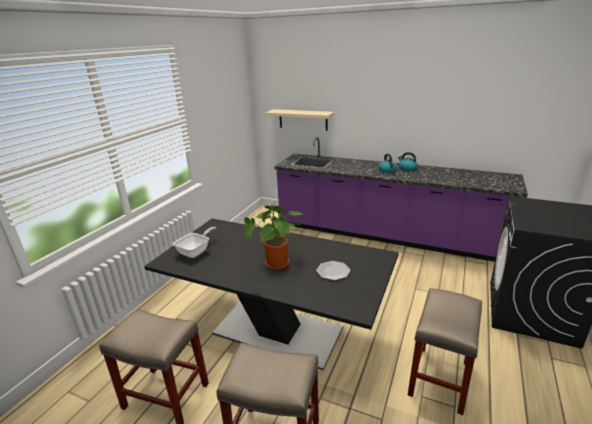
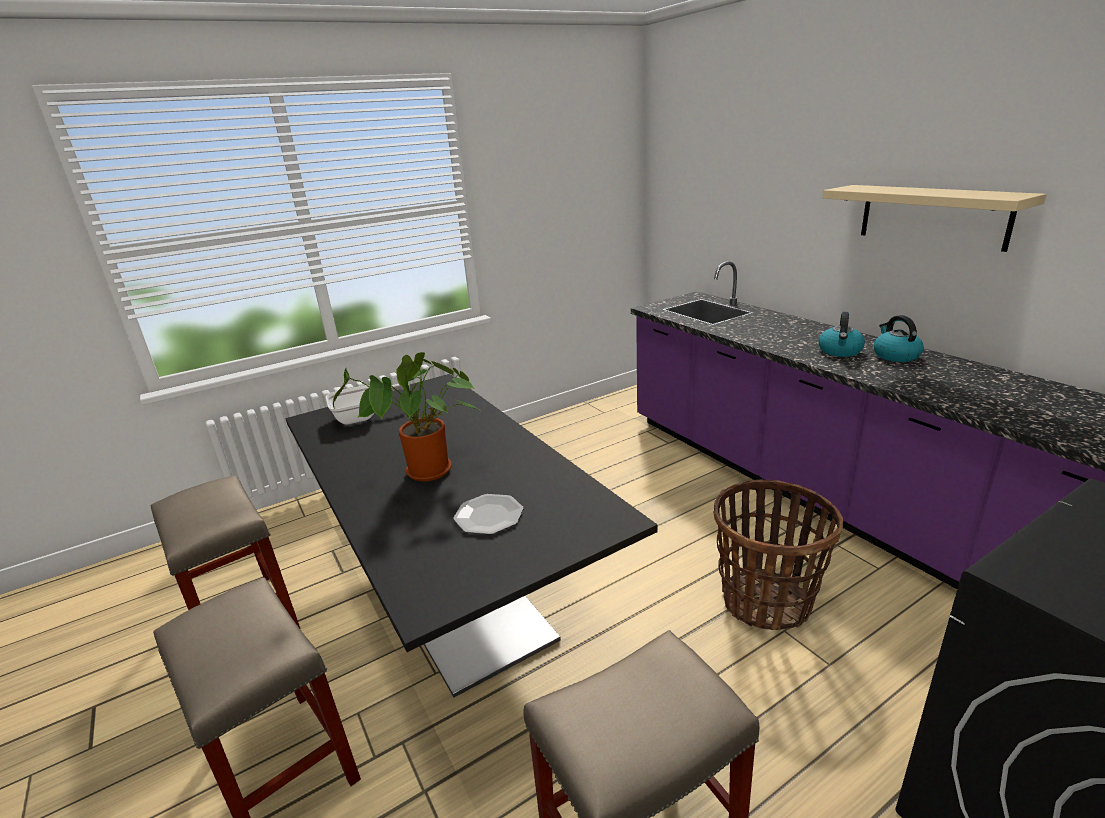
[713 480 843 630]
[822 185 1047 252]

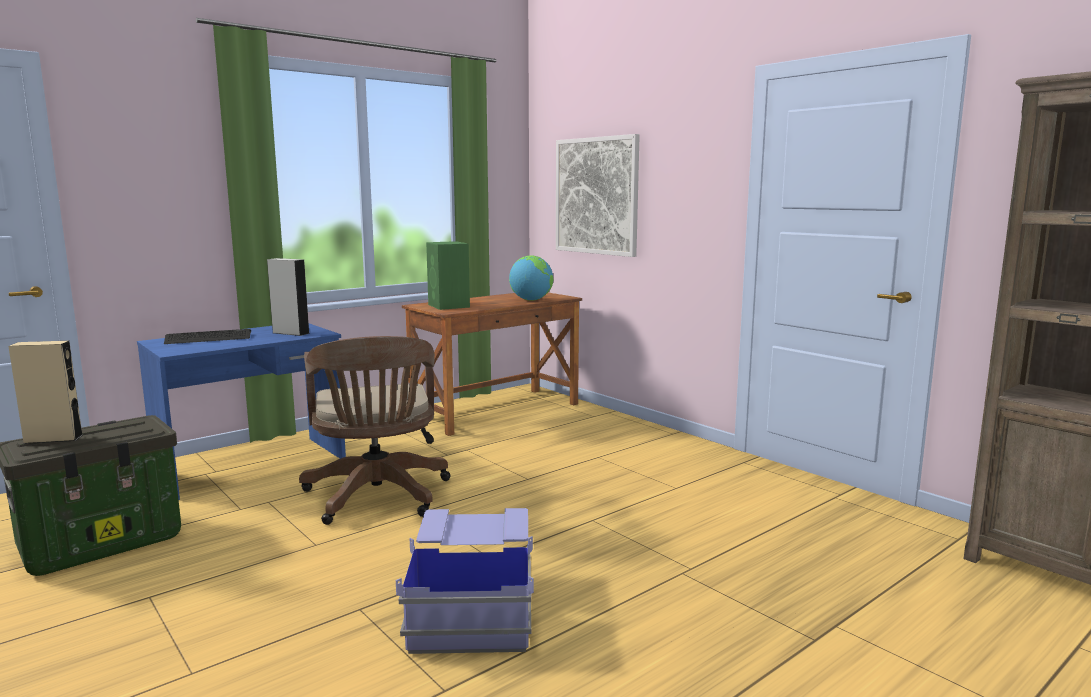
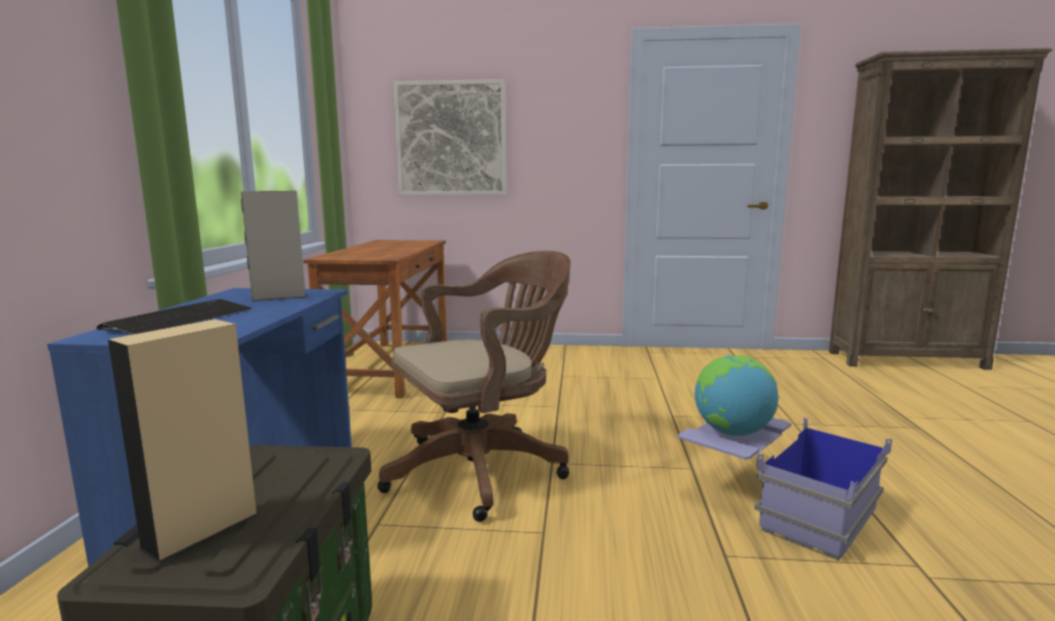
[377 251 571 522]
[695 355 778 436]
[426 241 470 310] (first image)

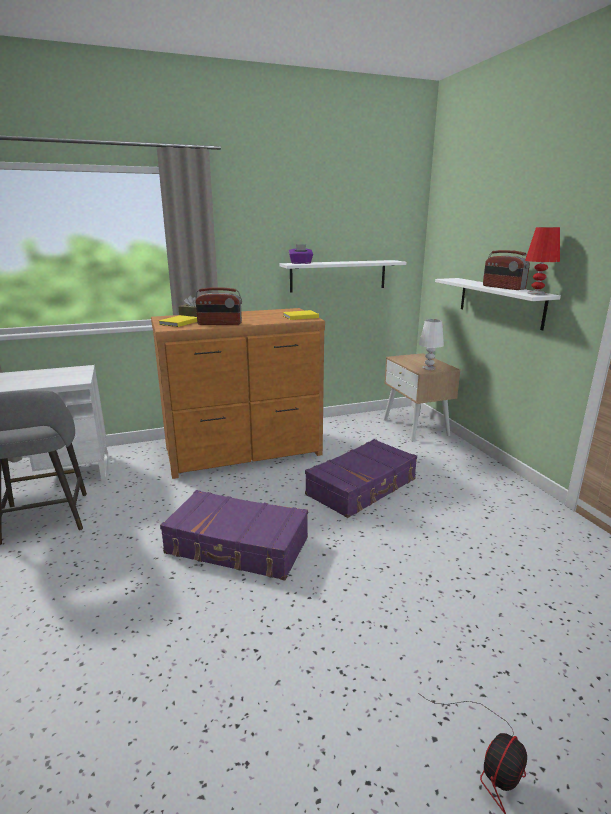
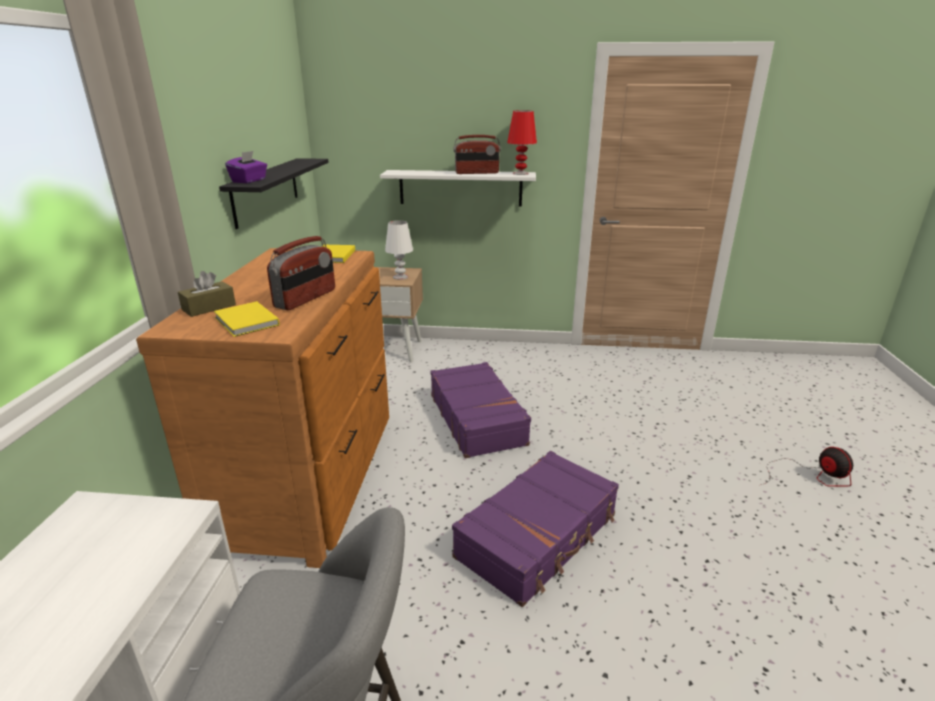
[219 158 329 229]

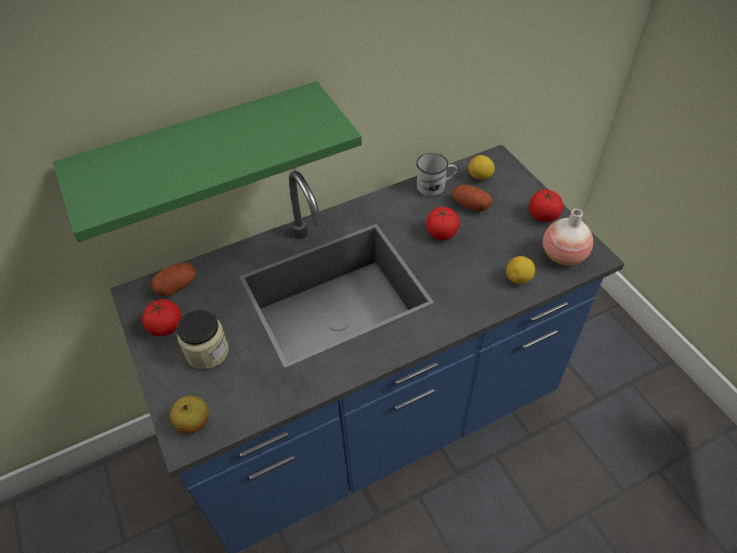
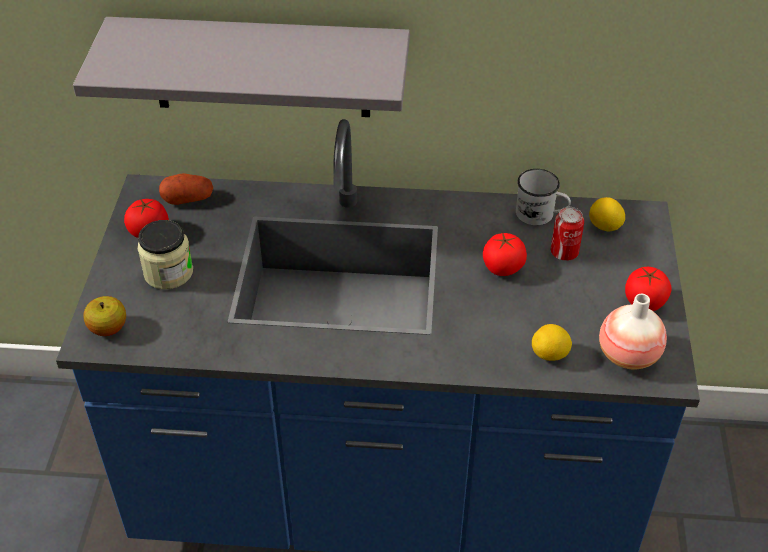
[73 17 410 117]
[550 207 584 261]

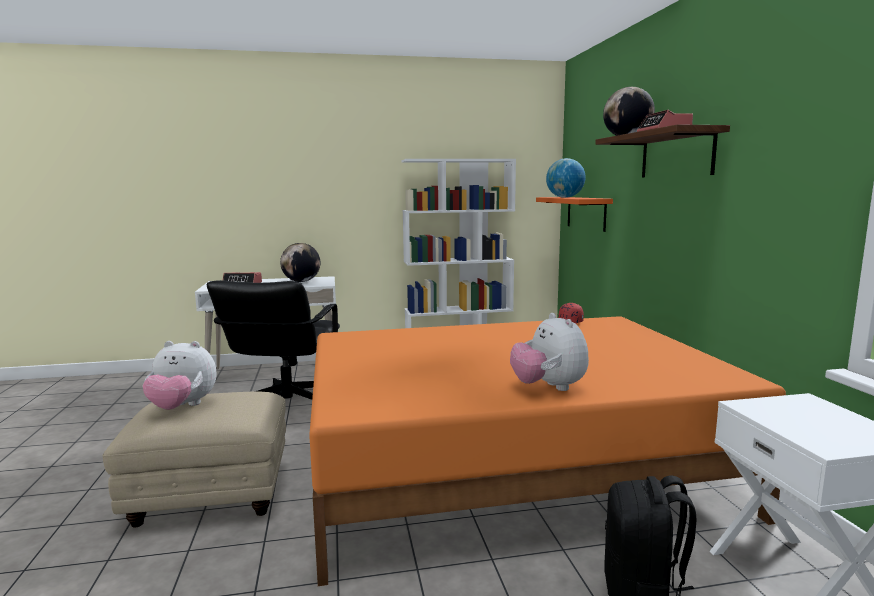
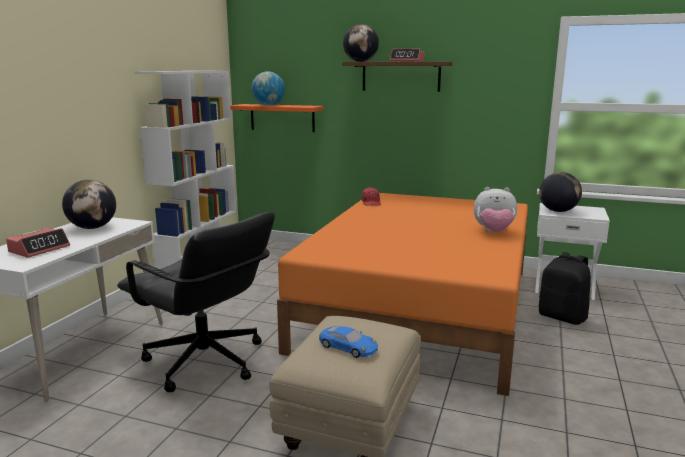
[319 326 378 358]
[539 172 582 212]

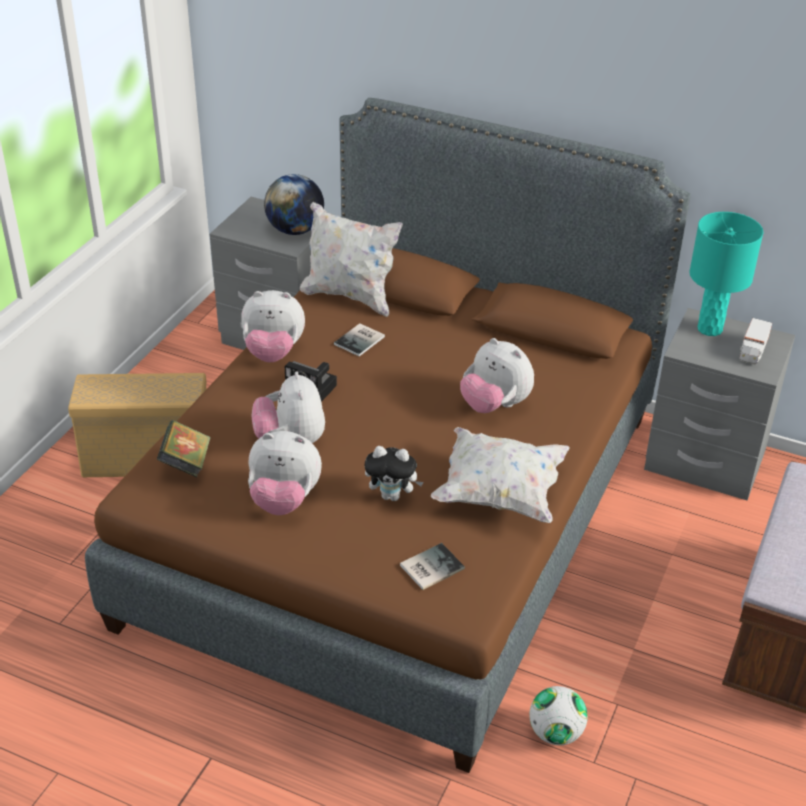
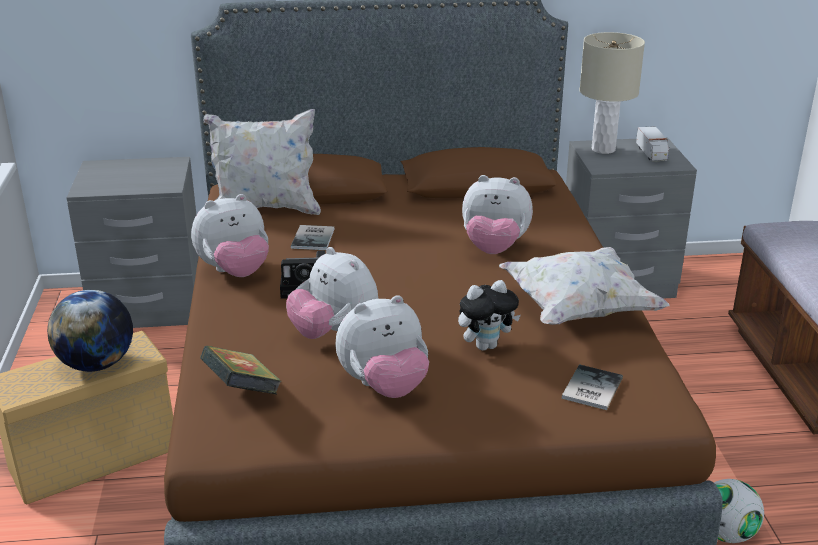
[47 290 133 372]
[580 32 645 154]

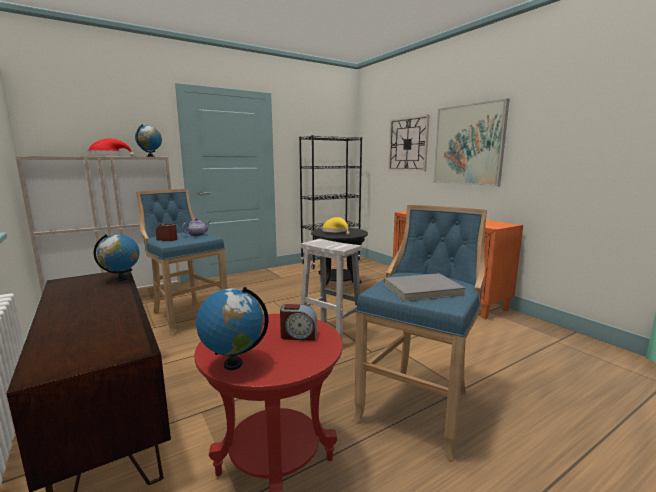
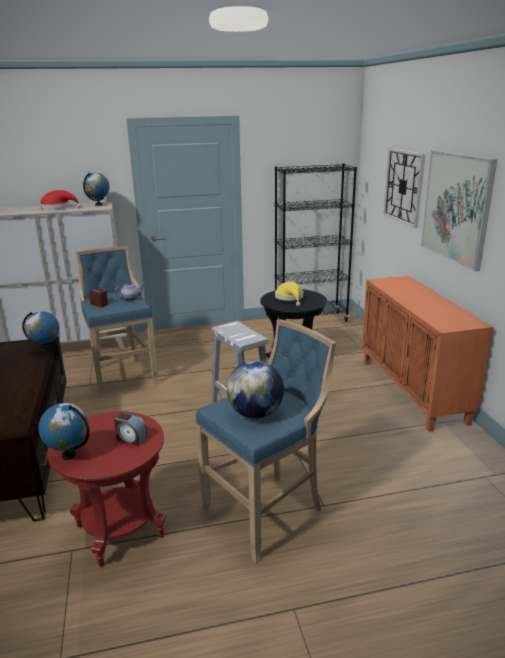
[227 361 284 418]

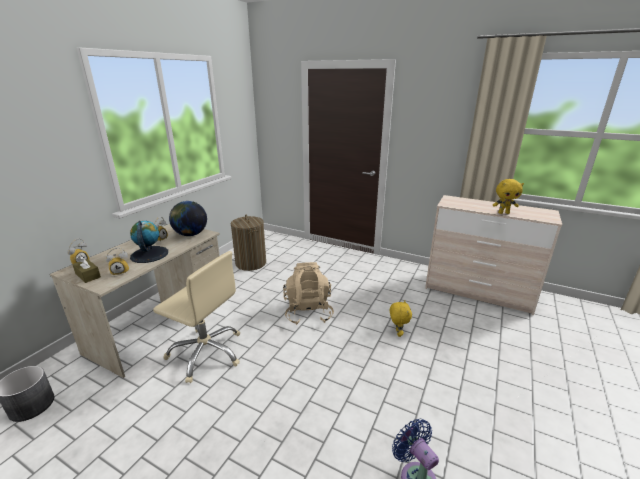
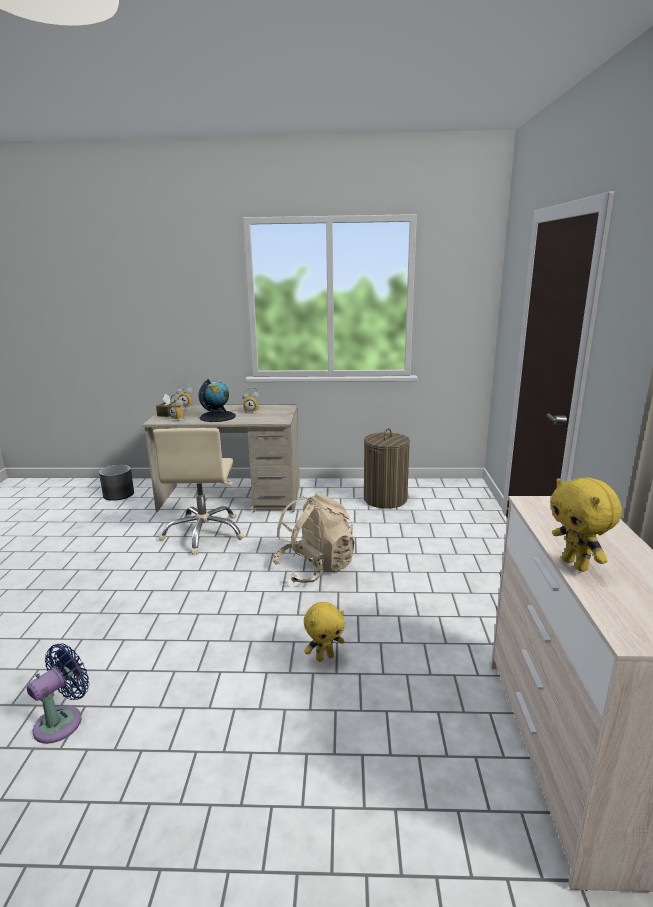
[169 201 207 236] (first image)

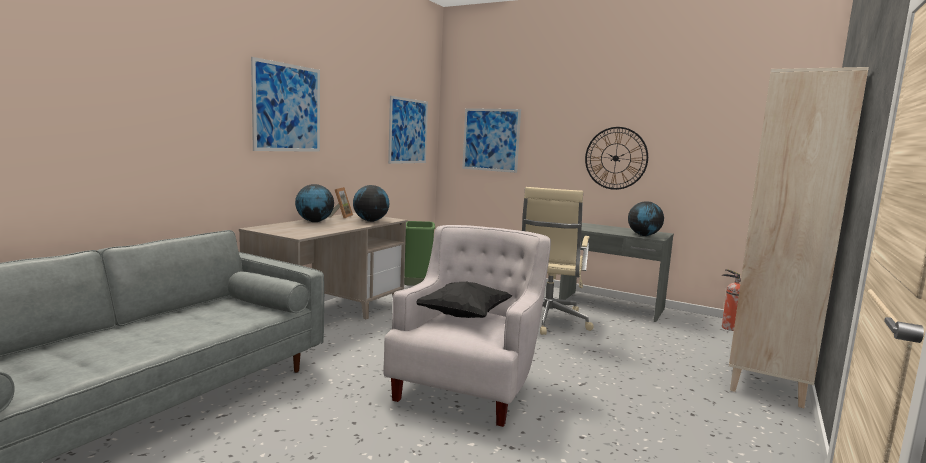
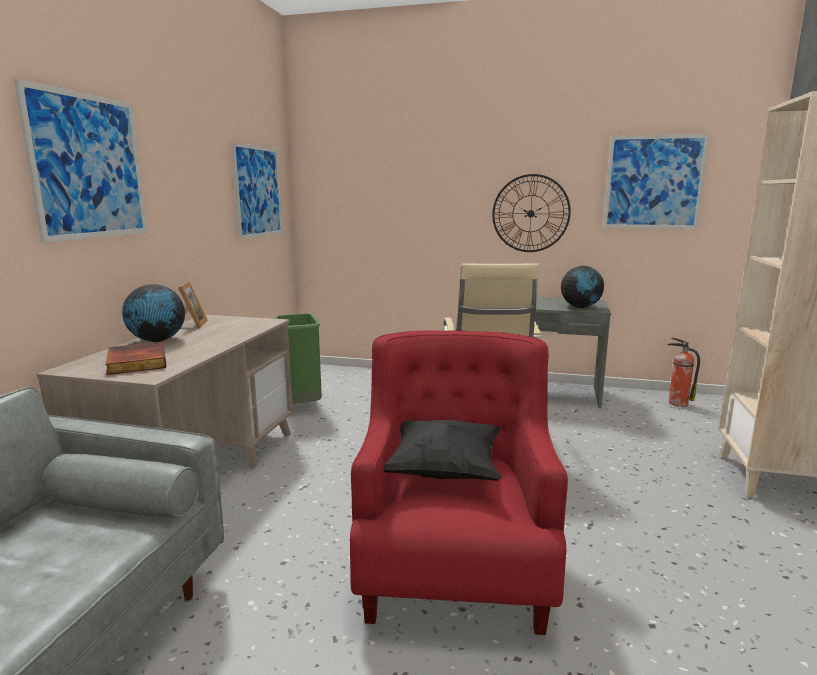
[105 342 166 375]
[350 330 568 635]
[603 134 710 229]
[353 185 389 222] (first image)

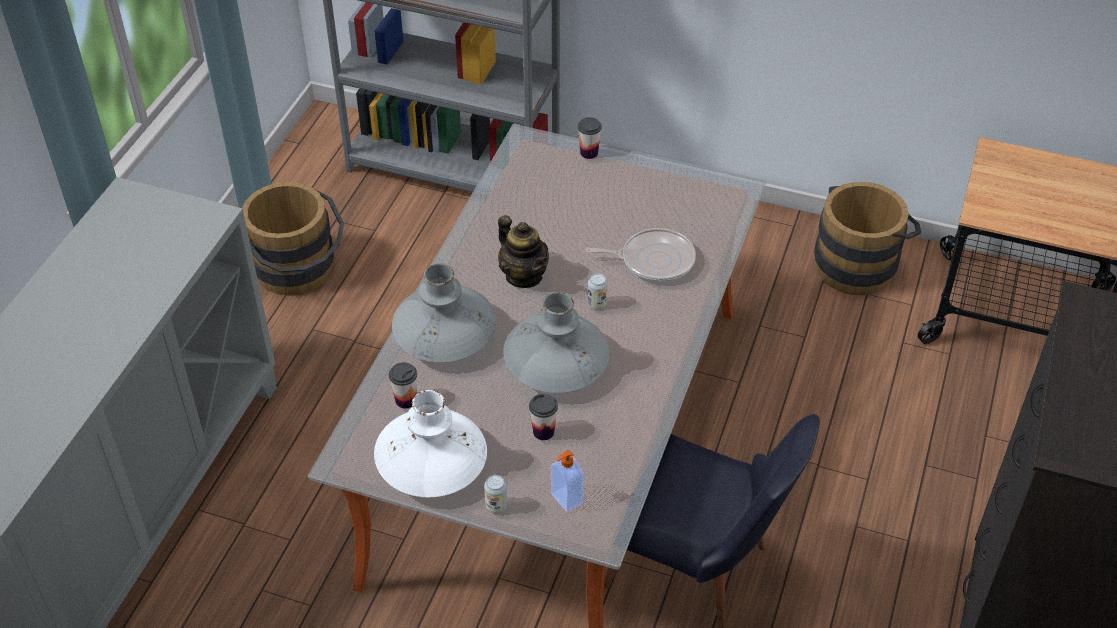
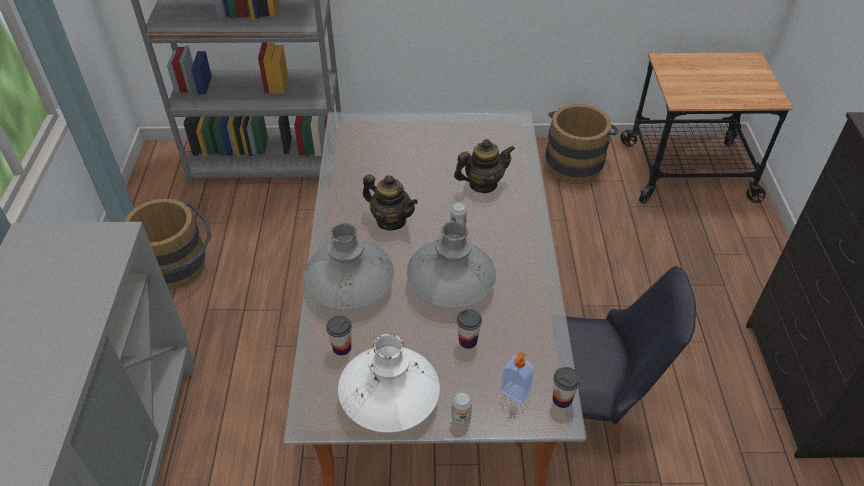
[454 139 515 193]
[553 367 581 408]

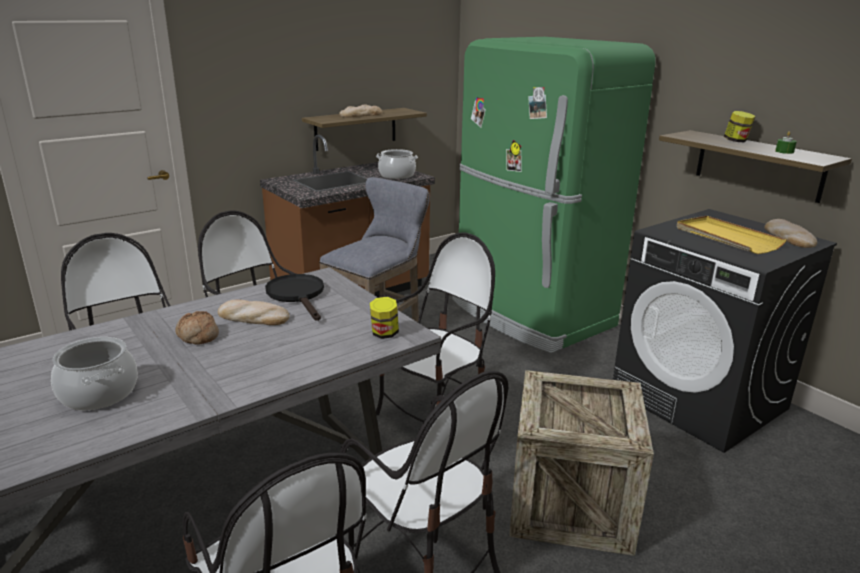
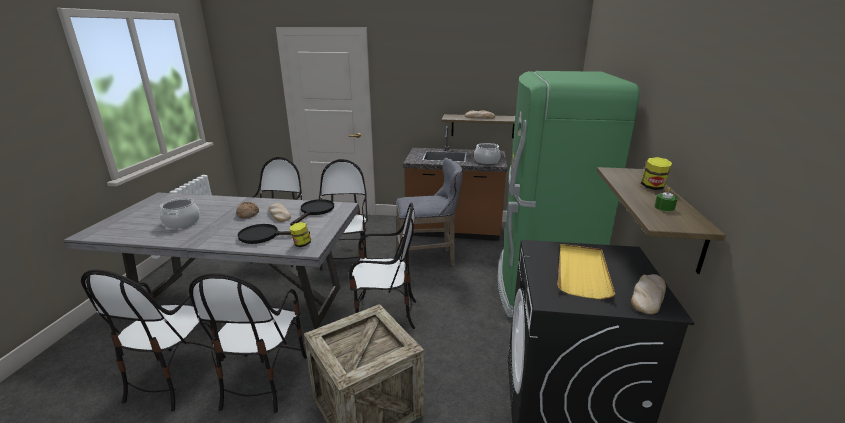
[238 224 310 244]

